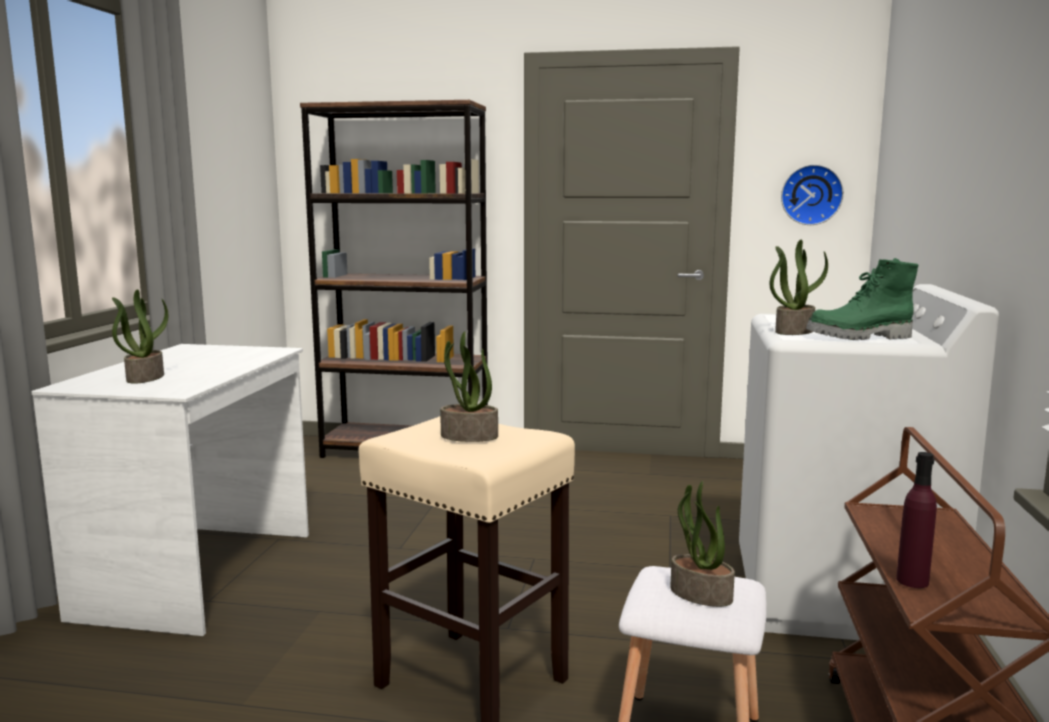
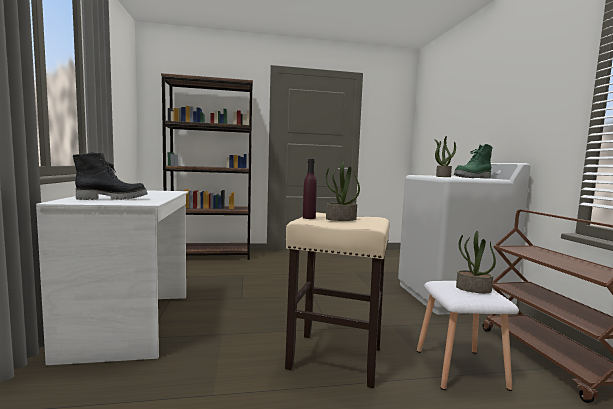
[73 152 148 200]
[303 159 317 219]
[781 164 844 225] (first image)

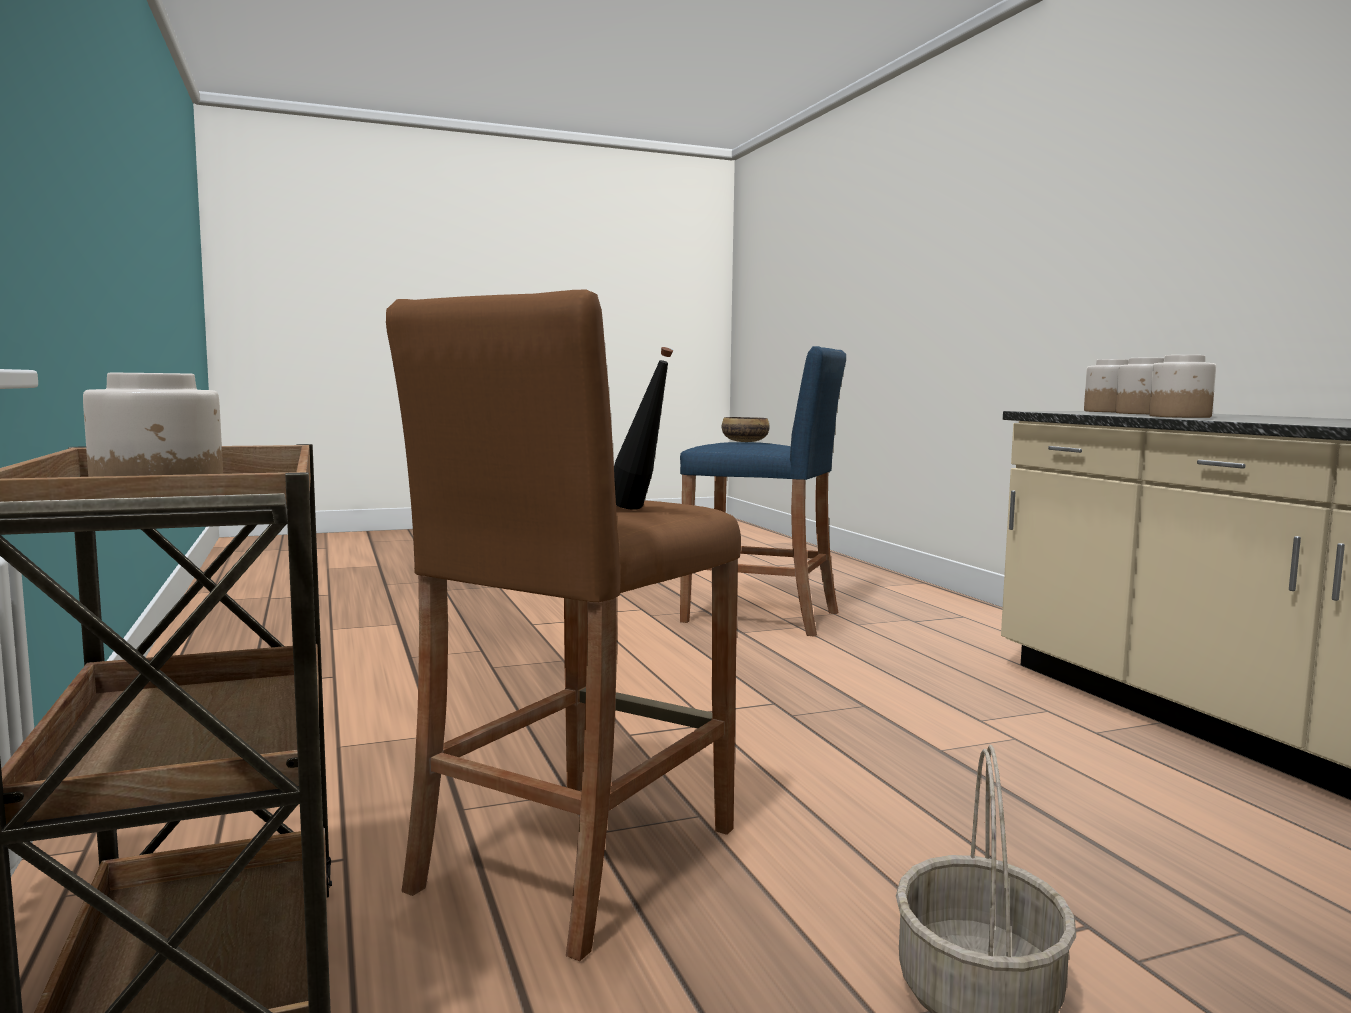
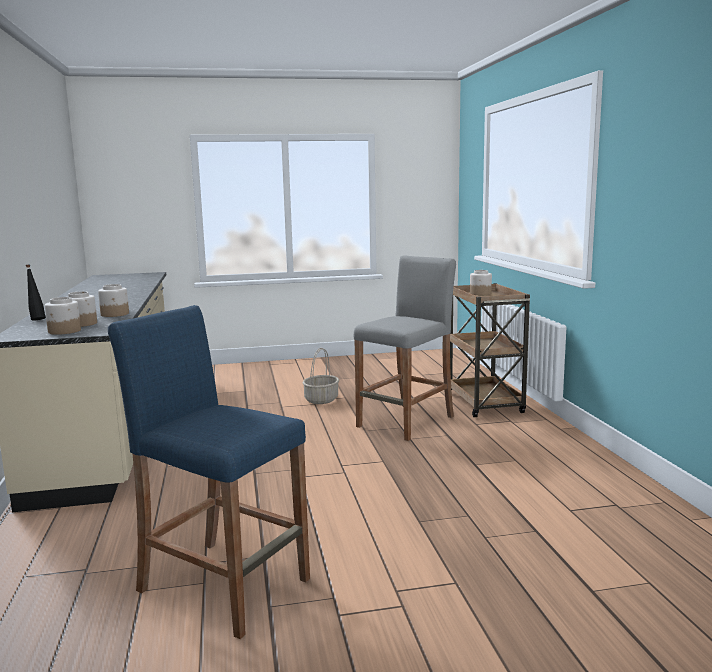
[26 265 46 320]
[354 255 456 441]
[722 417 770 442] (first image)

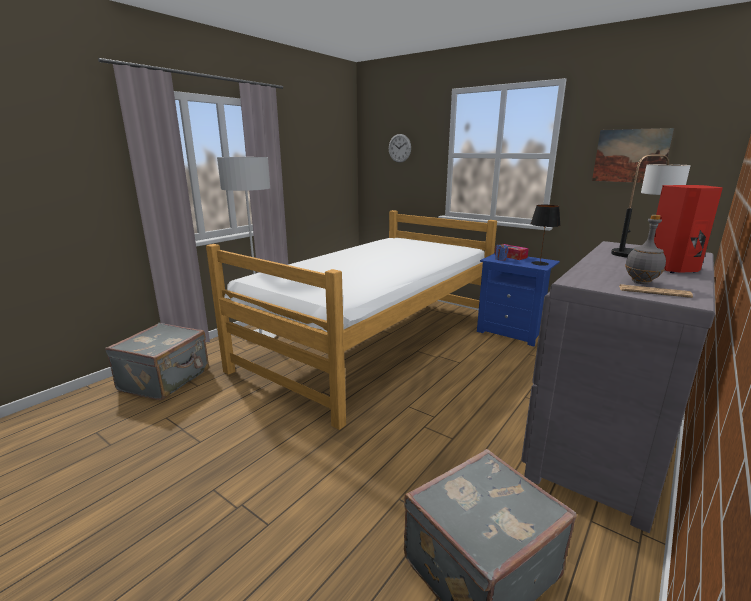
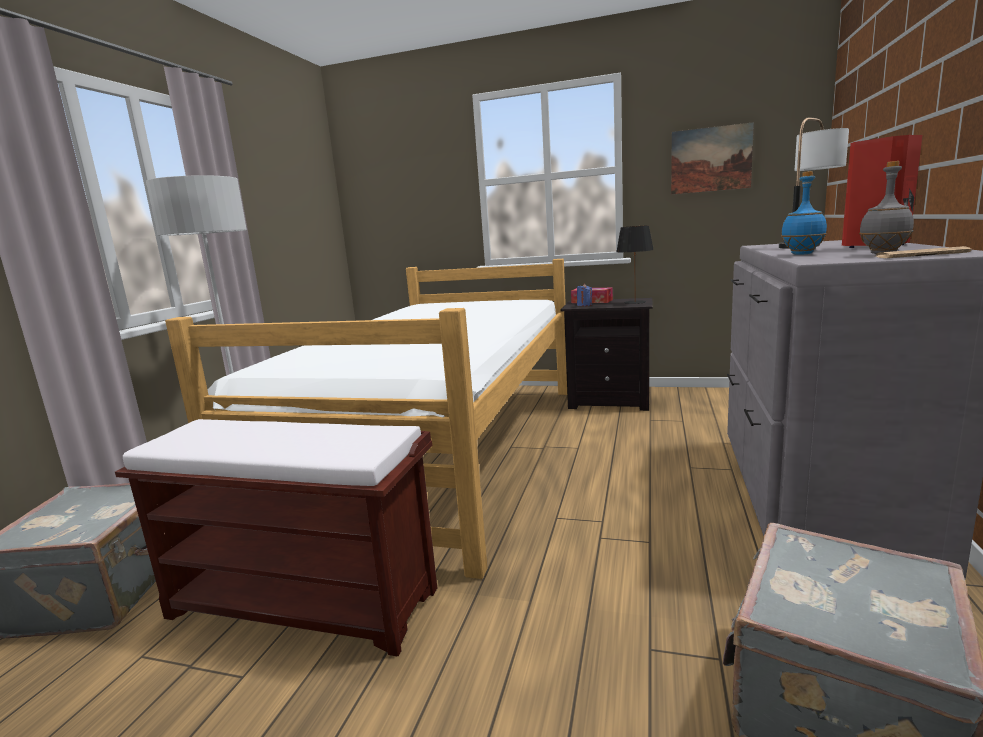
[115 419 437 656]
[561 298 652 411]
[781 171 827 255]
[389 134 411 163] (first image)

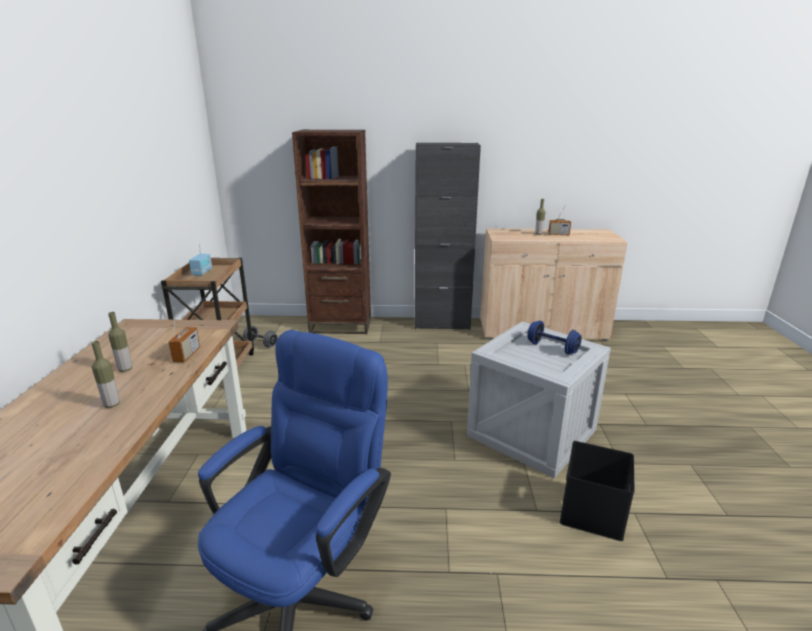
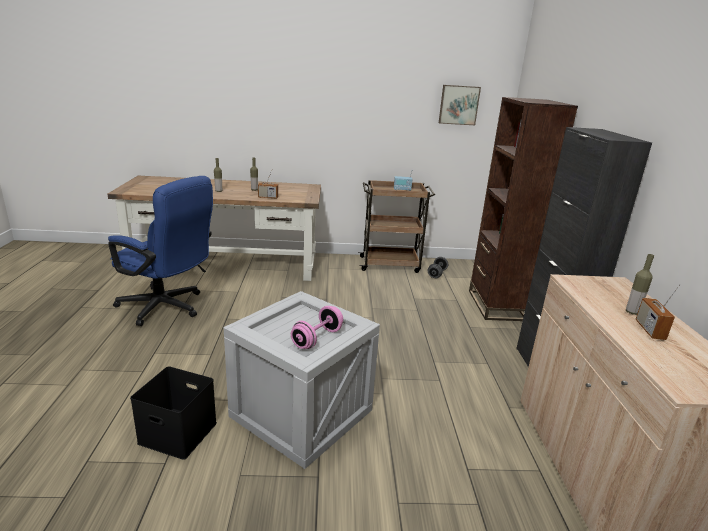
[291 306 343 349]
[439 85 481 125]

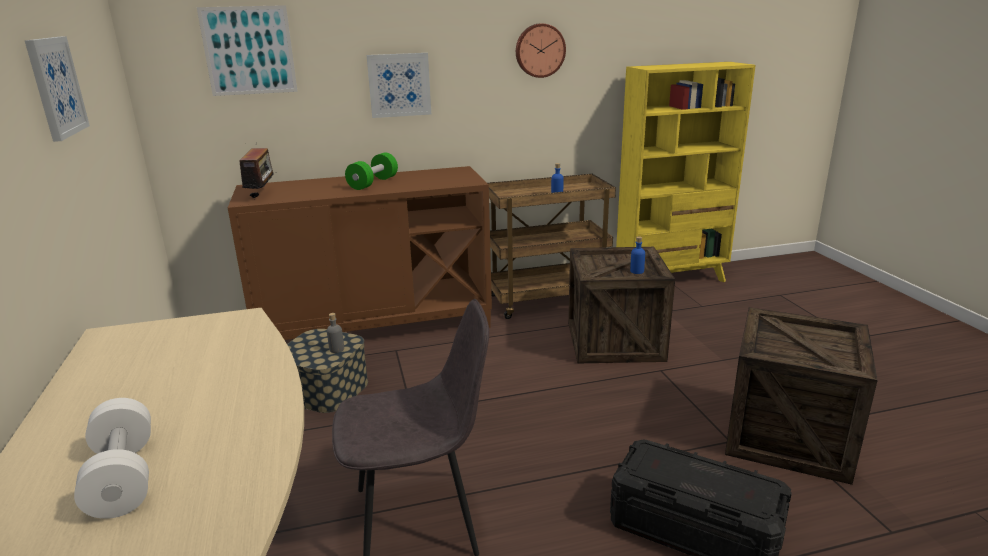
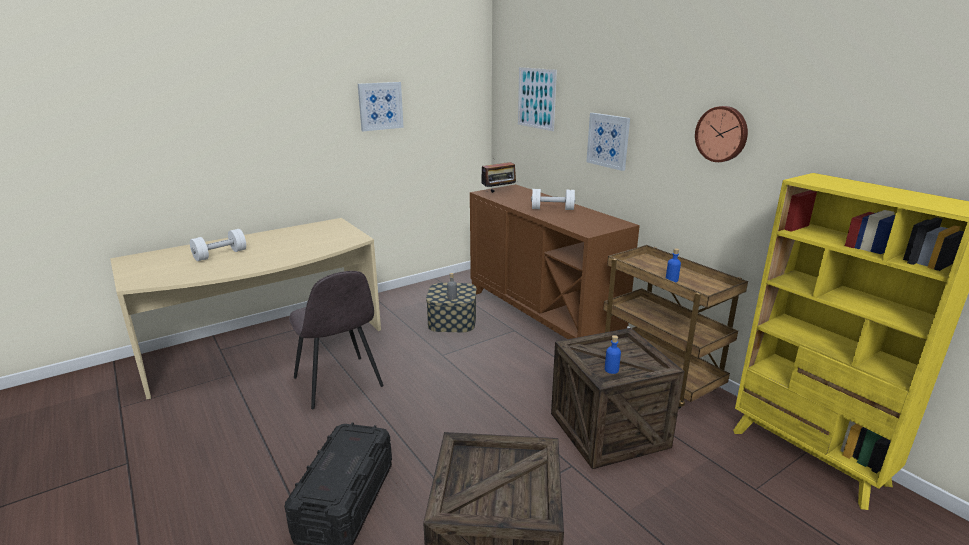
[531 189 575 210]

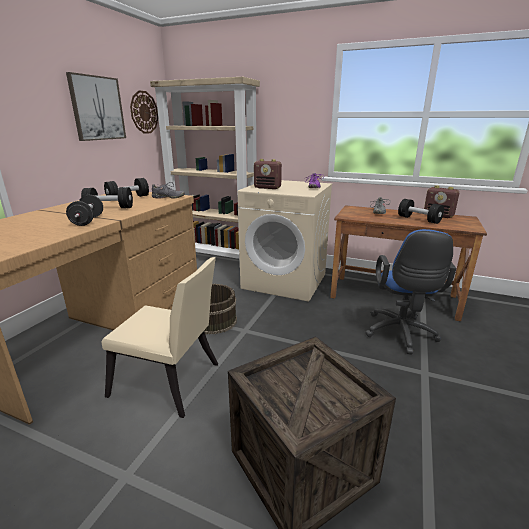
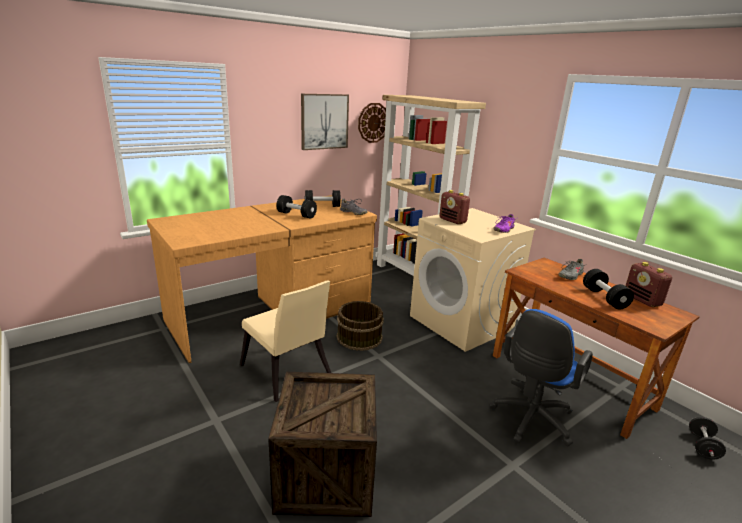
[689 417 726 460]

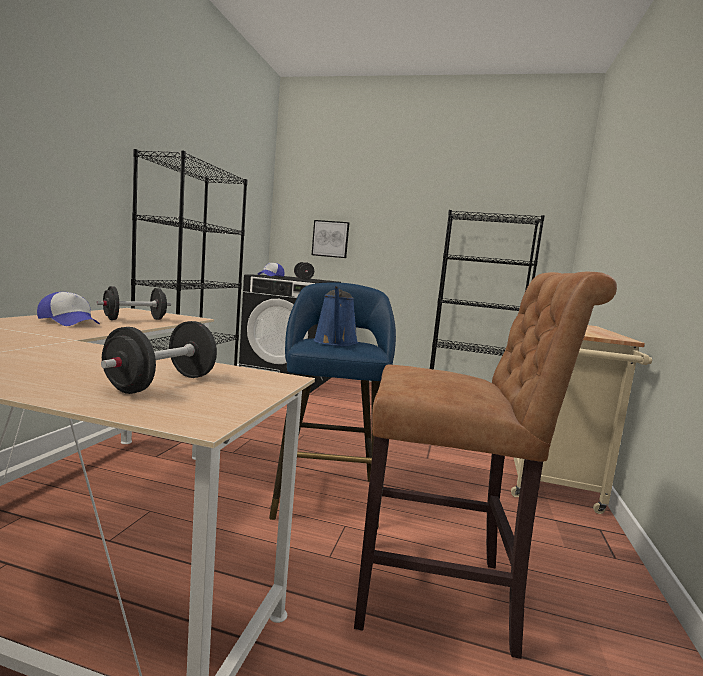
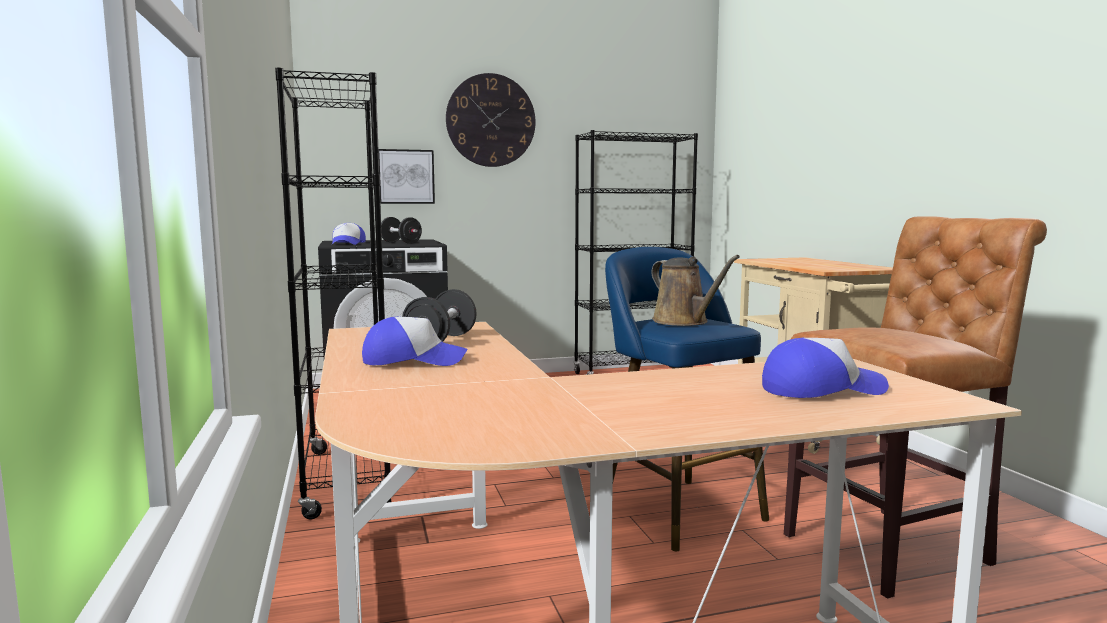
[446 73 536 167]
[651 255 740 326]
[762 338 889 398]

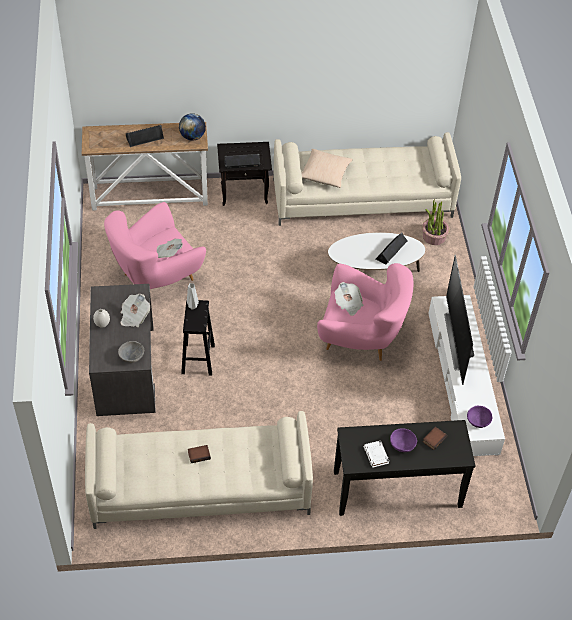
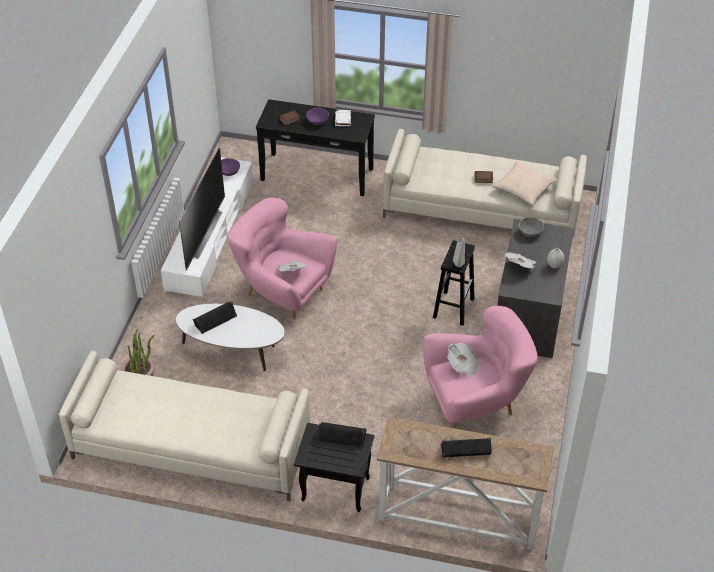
[492 161 557 205]
[179 113 206 141] (first image)

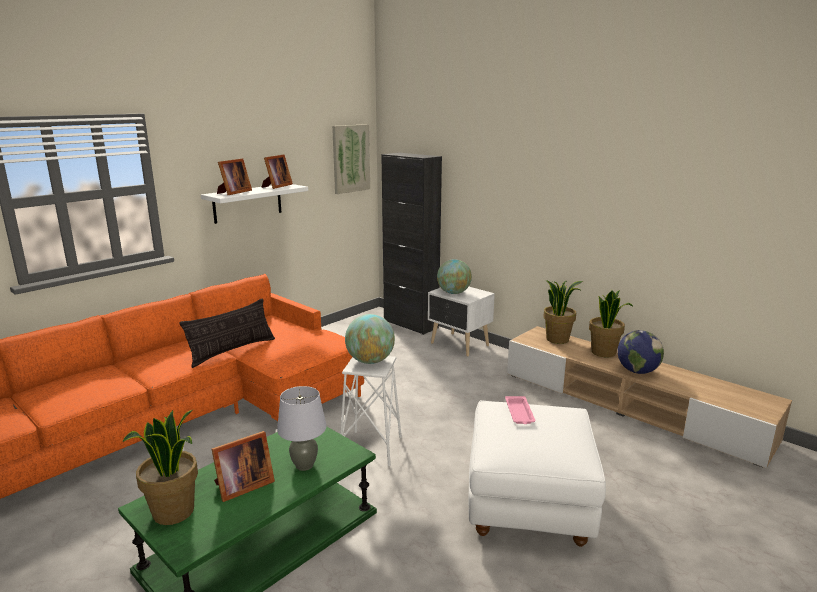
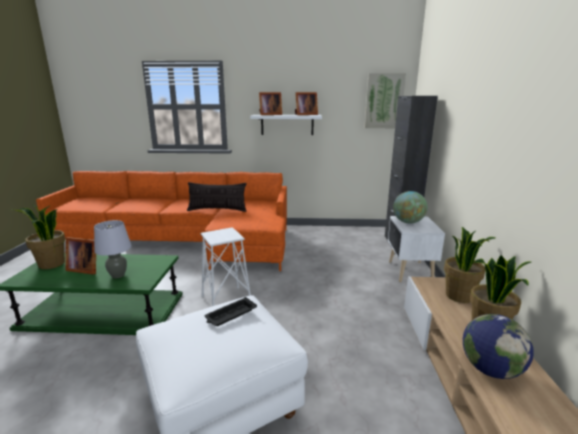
[205 297 257 326]
[345 314 395 364] (first image)

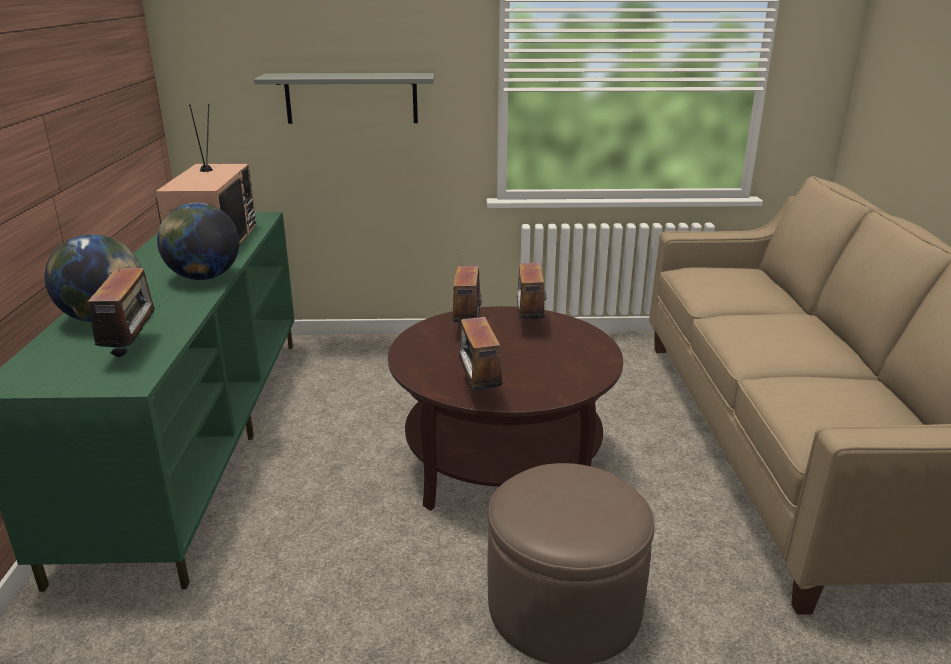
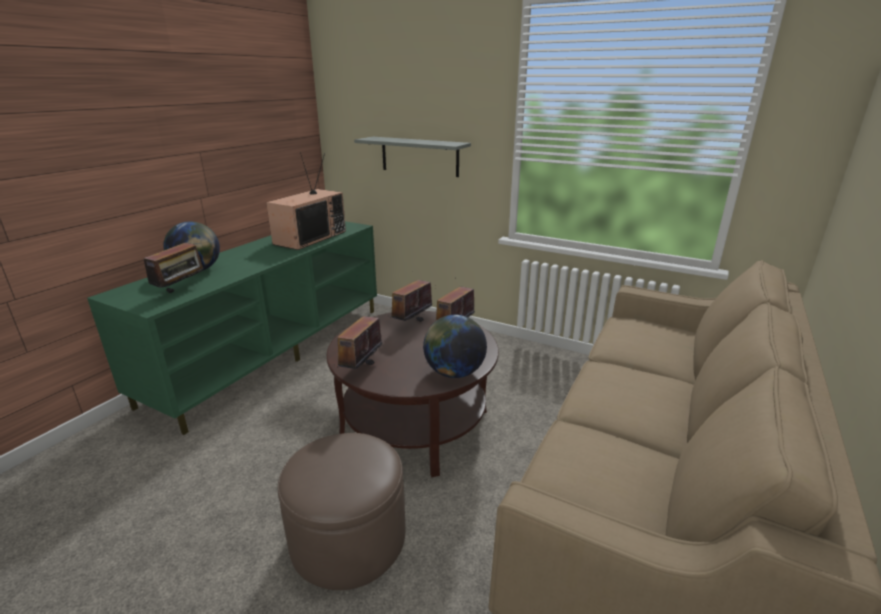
[423 315 487 378]

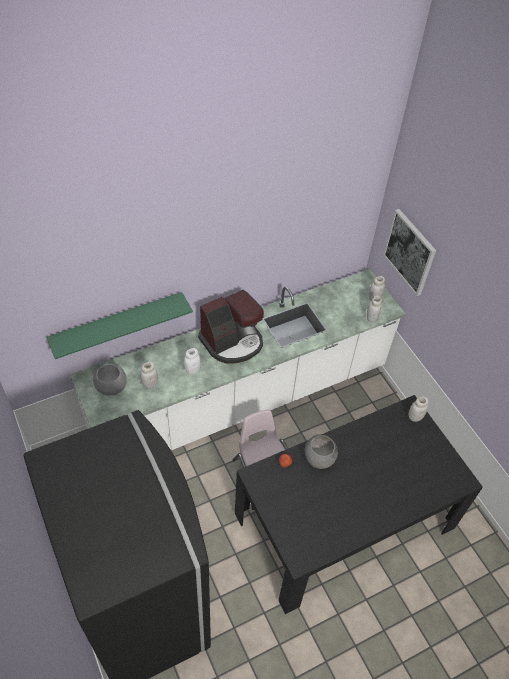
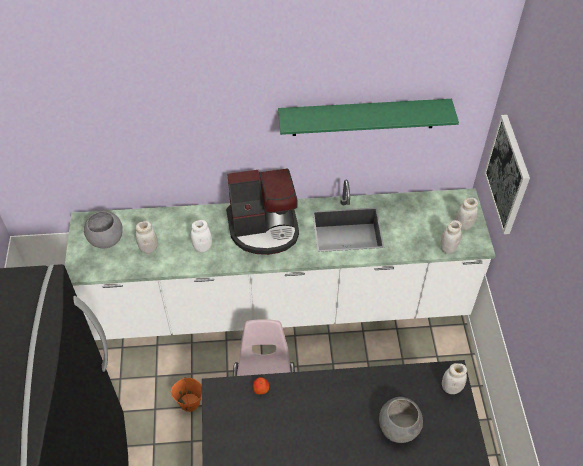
[171 377 202 412]
[278 99 459 136]
[379 397 423 443]

